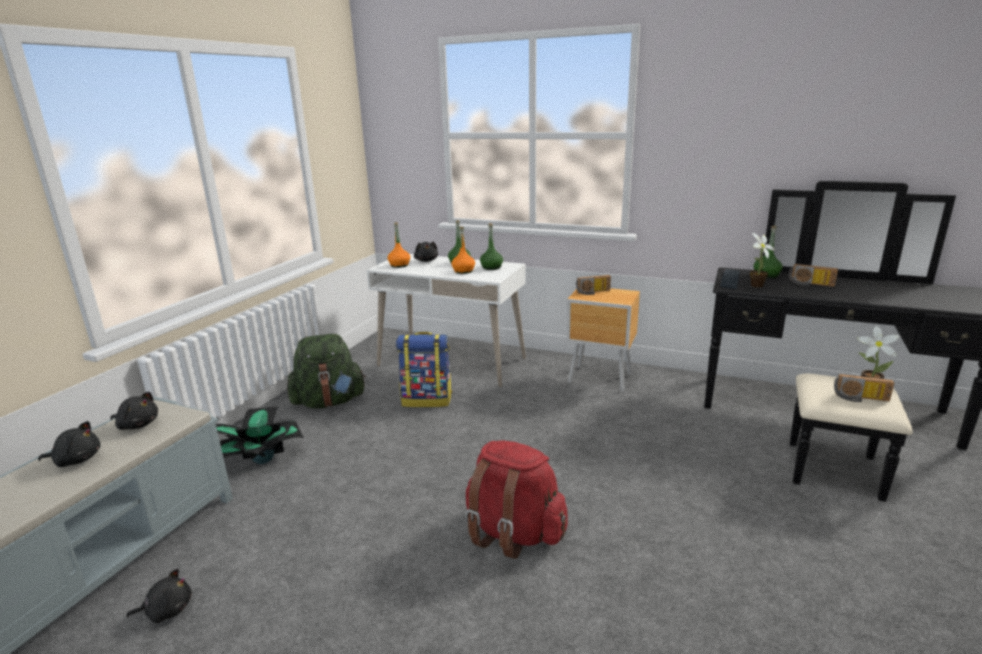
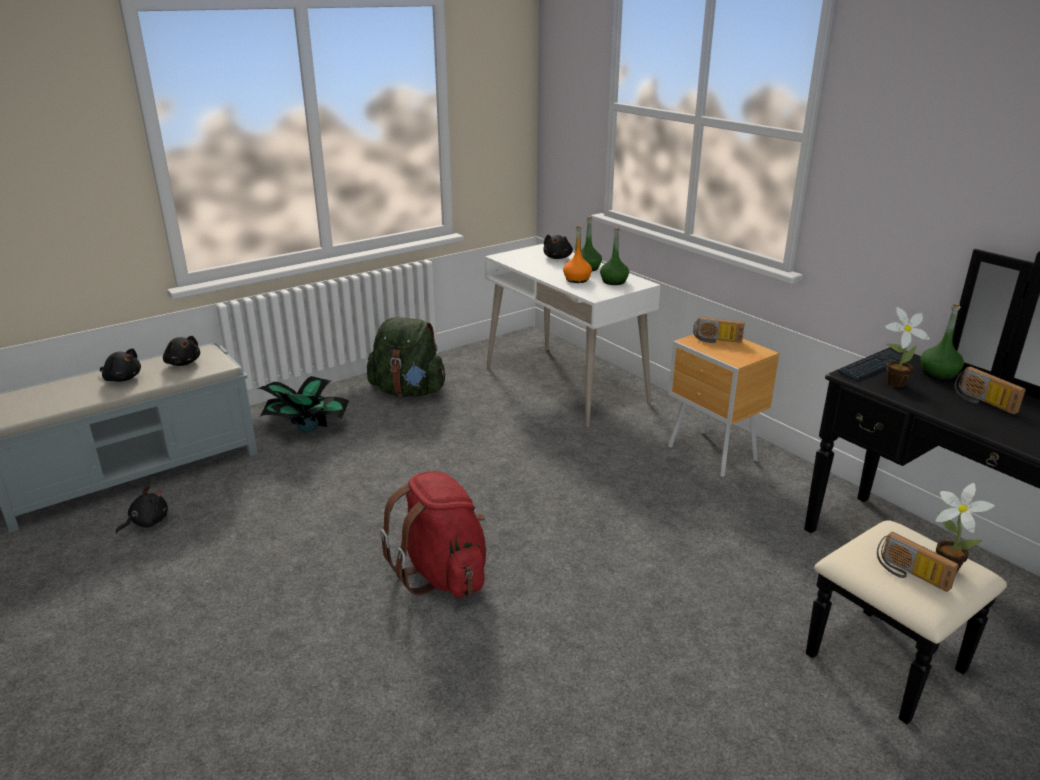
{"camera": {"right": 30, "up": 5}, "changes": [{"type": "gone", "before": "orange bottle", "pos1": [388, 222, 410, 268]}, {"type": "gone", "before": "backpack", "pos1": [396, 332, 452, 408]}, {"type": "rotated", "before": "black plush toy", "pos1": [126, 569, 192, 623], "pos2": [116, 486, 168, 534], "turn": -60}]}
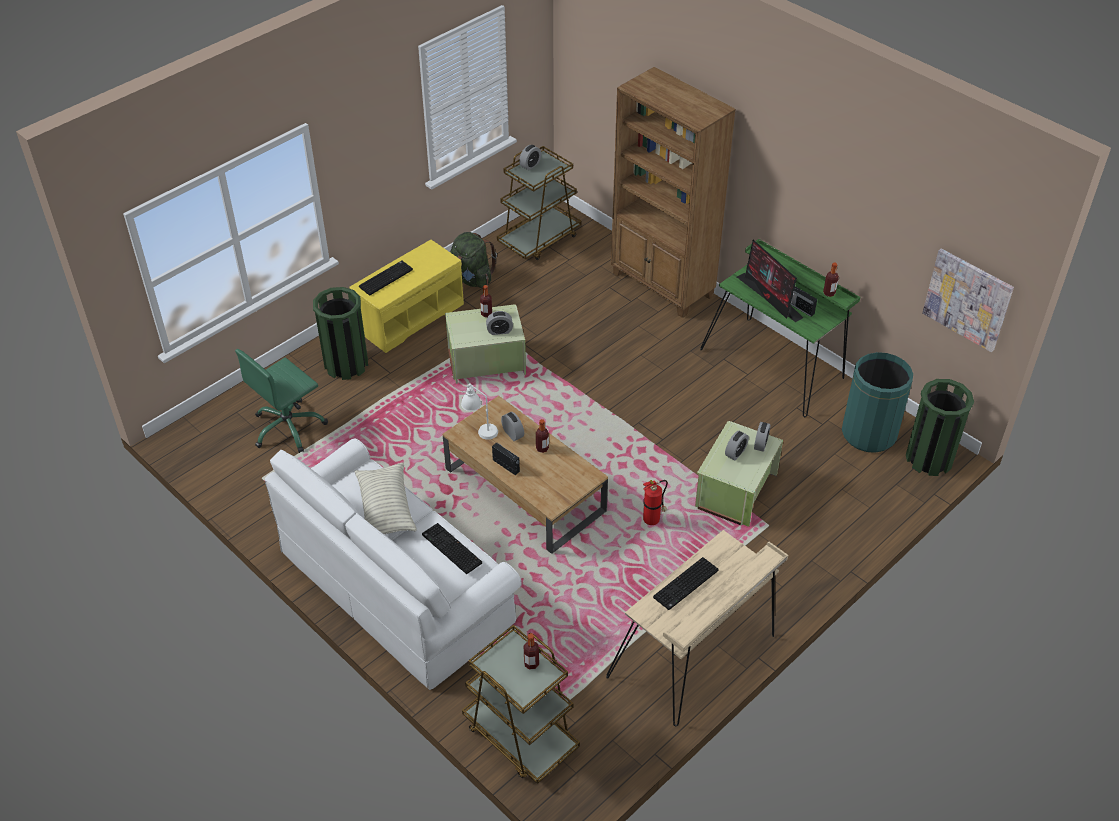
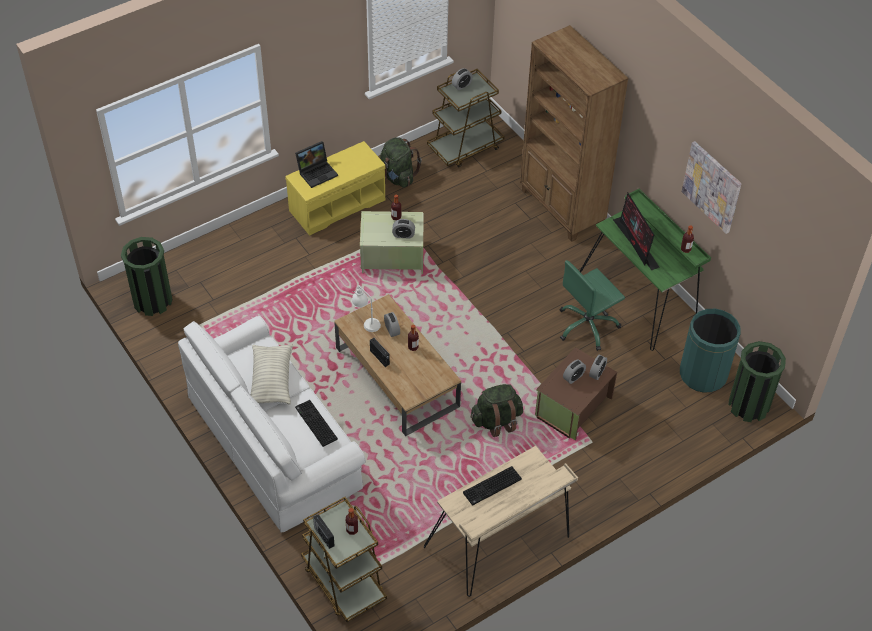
{"camera": {"right": 10, "up": 5}, "changes": [{"type": "shifted", "before": "picture", "pos1": [922, 249, 1014, 352], "pos2": [682, 141, 742, 234]}, {"type": "swapped", "before": "keyboard", "after": "laptop", "pos1": [359, 261, 413, 296], "pos2": [295, 141, 338, 188]}, {"type": "shifted", "before": "radio", "pos1": [790, 286, 817, 317], "pos2": [313, 514, 335, 549]}, {"type": "shifted", "before": "green trash can", "pos1": [313, 287, 368, 380], "pos2": [121, 237, 172, 316]}, {"type": "shifted", "before": "green office chair", "pos1": [235, 349, 328, 453], "pos2": [559, 260, 625, 351]}, {"type": "repainted", "before": "green storage box", "after": "brown storage box", "pos1": [695, 421, 783, 527], "pos2": [535, 348, 617, 440]}, {"type": "swapped", "before": "fire extinguisher", "after": "green backpack", "pos1": [643, 480, 668, 525], "pos2": [470, 384, 523, 437]}]}
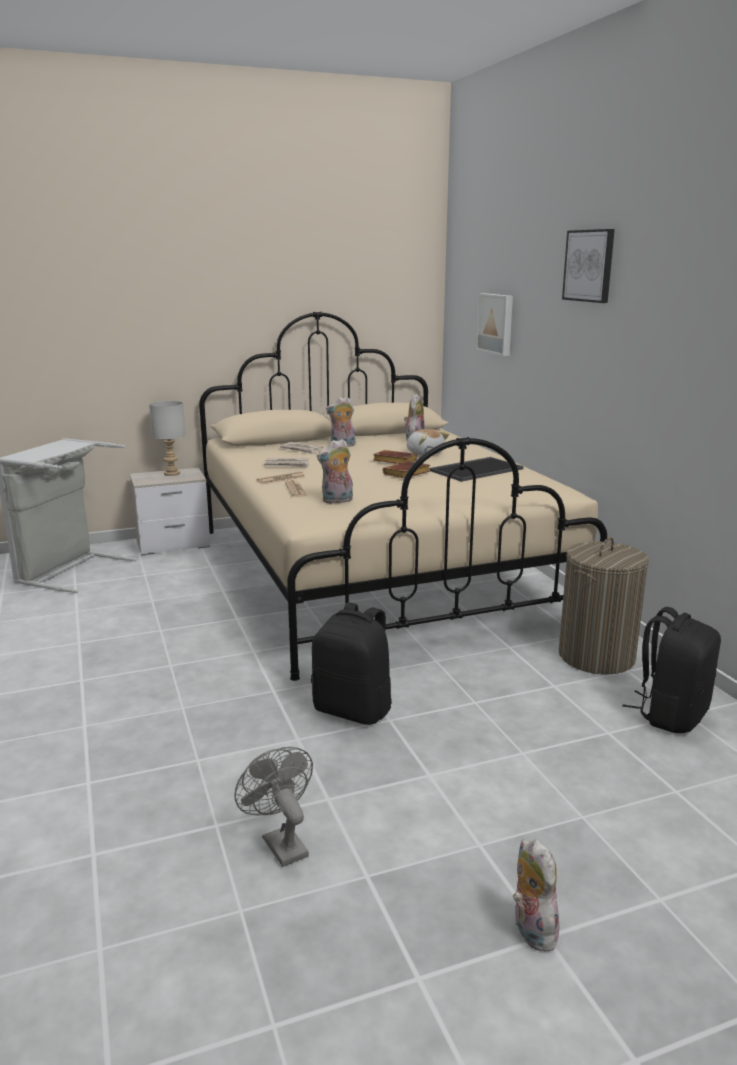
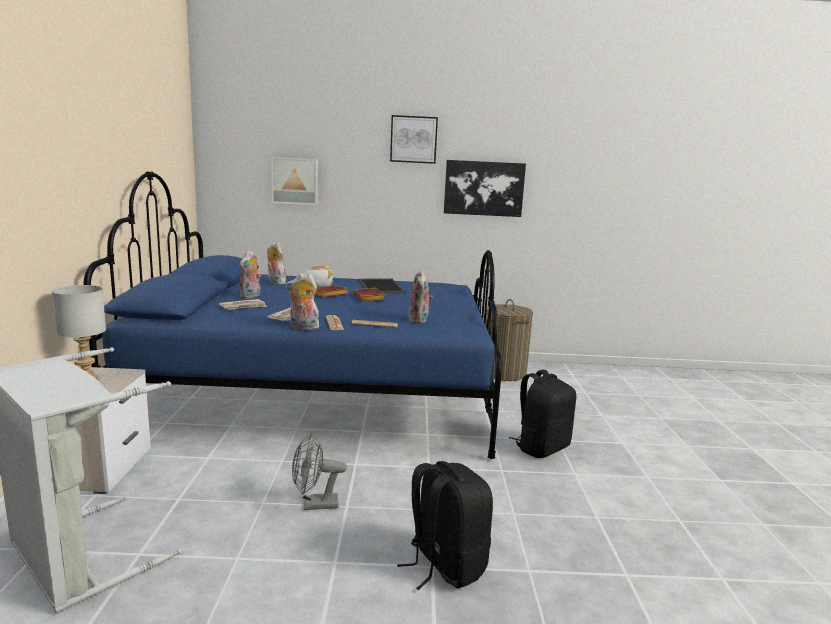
{"camera": {"right": -70, "up": -5}, "changes": [{"type": "repainted", "before": "beige bed", "after": "blue bed", "pos1": [199, 312, 607, 681], "pos2": [84, 171, 502, 459]}, {"type": "shifted", "before": "black backpack", "pos1": [622, 607, 721, 733], "pos2": [397, 461, 493, 590]}, {"type": "shifted", "before": "grey fan", "pos1": [234, 747, 313, 867], "pos2": [292, 433, 347, 510]}, {"type": "shifted", "before": "plush toy", "pos1": [513, 839, 562, 951], "pos2": [285, 273, 319, 330]}, {"type": "new", "after": "picture", "pos2": [444, 160, 526, 217]}]}
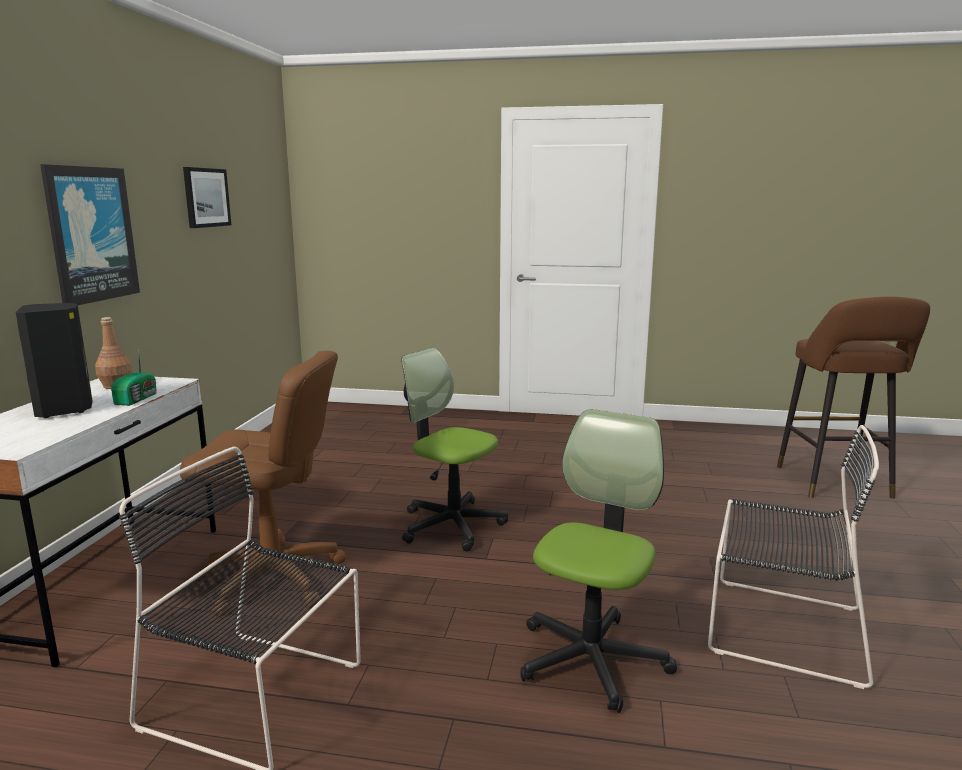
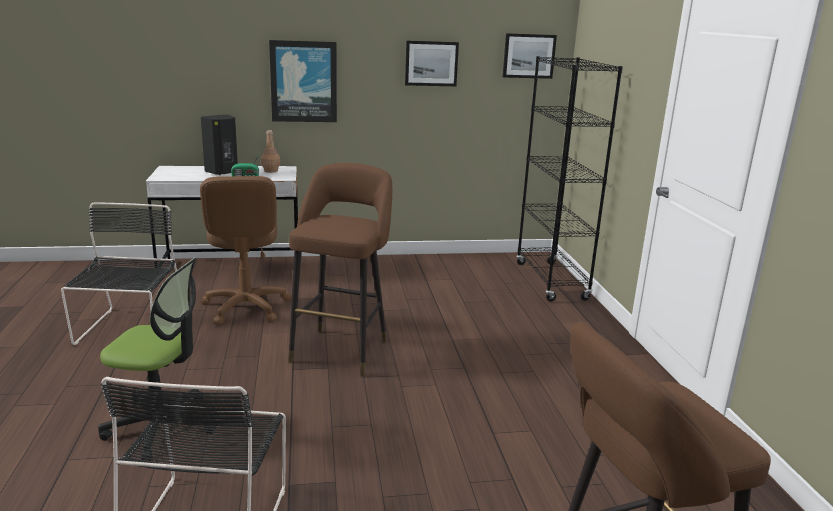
{"camera": {"right": 70, "up": 5}, "changes": [{"type": "swapped", "before": "office chair", "after": "brown stool", "pos1": [401, 348, 508, 551], "pos2": [288, 163, 392, 376]}, {"type": "new", "after": "picture", "pos2": [503, 33, 557, 79]}, {"type": "new", "after": "black bookcase", "pos2": [516, 56, 623, 302]}]}
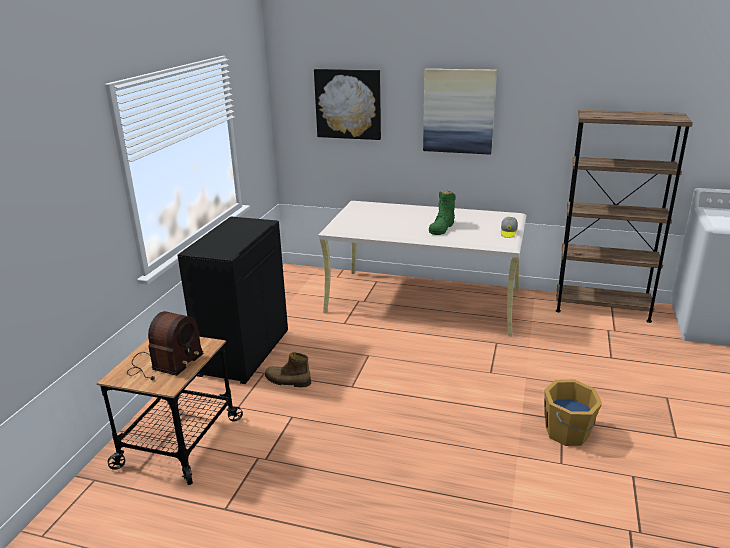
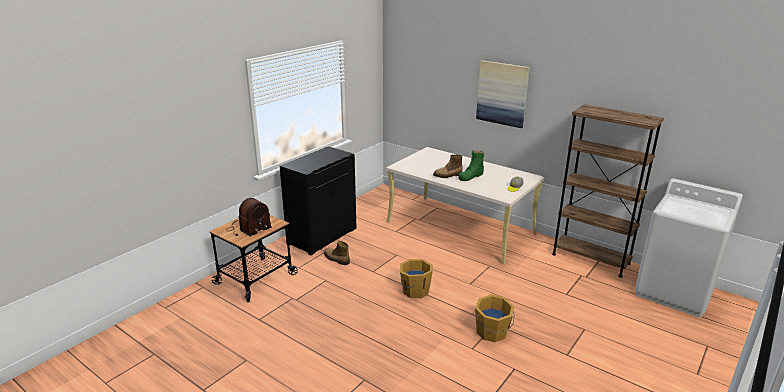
{"camera": {"right": 20, "up": 0}, "changes": [{"type": "gone", "before": "picture", "pos1": [314, 69, 381, 140]}, {"type": "new", "after": "boot", "pos2": [433, 155, 463, 178]}, {"type": "new", "after": "orange bucket", "pos2": [400, 259, 433, 298]}]}
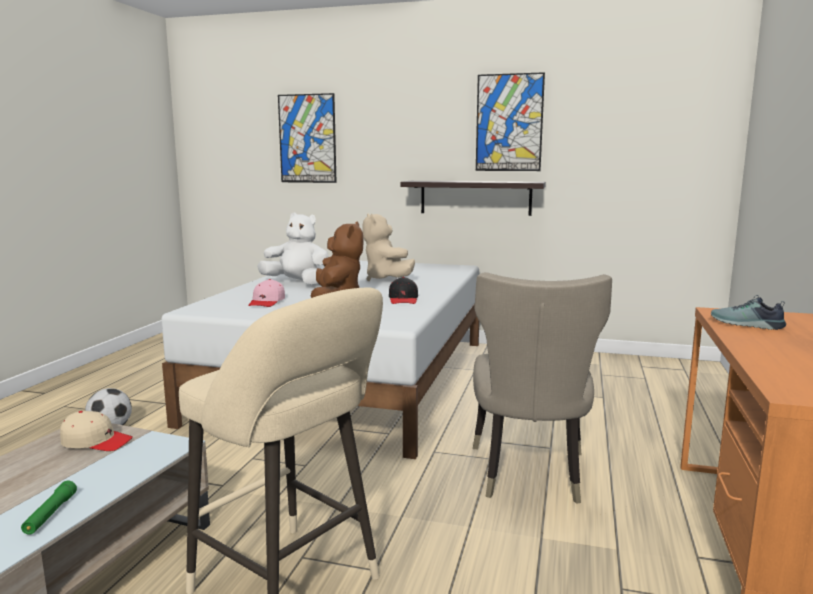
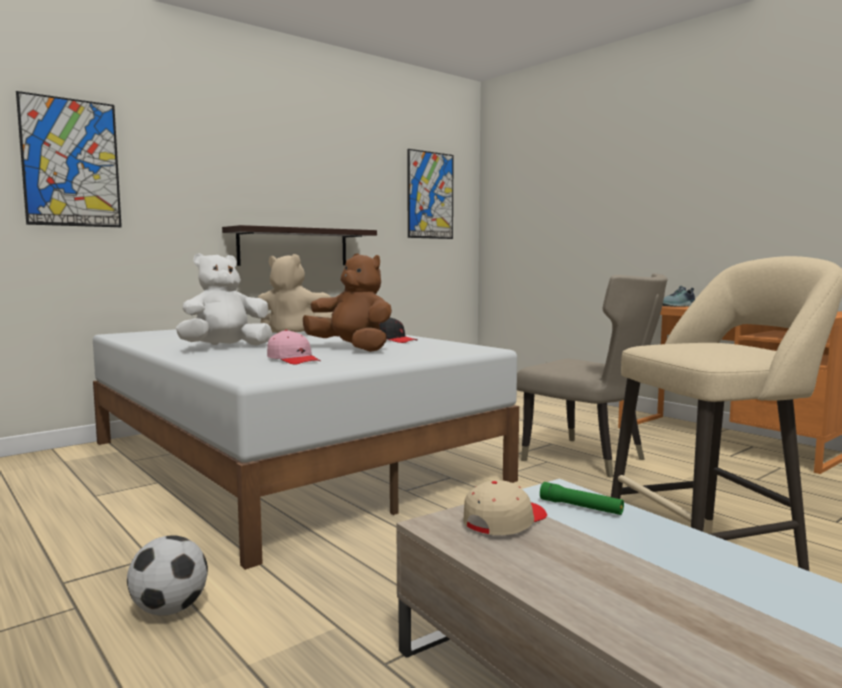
{"camera": {"right": -55, "up": -5}, "changes": [{"type": "shifted", "before": "picture", "pos1": [476, 72, 545, 171], "pos2": [407, 149, 454, 239]}, {"type": "shifted", "before": "green flashlight", "pos1": [21, 481, 77, 535], "pos2": [540, 482, 624, 515]}]}
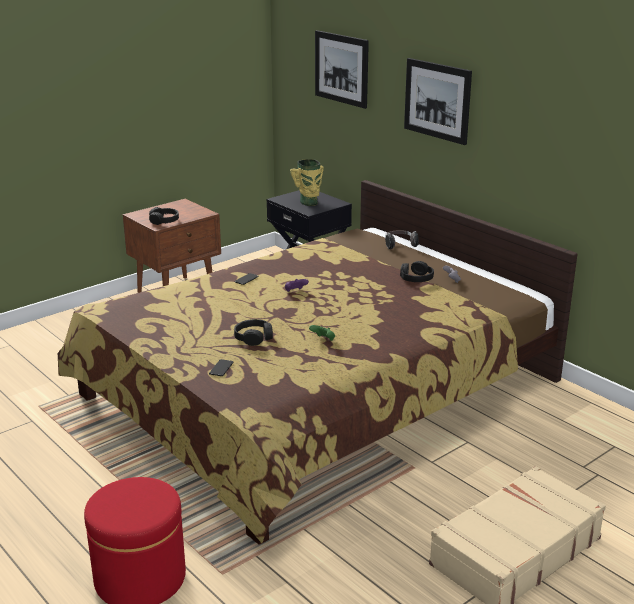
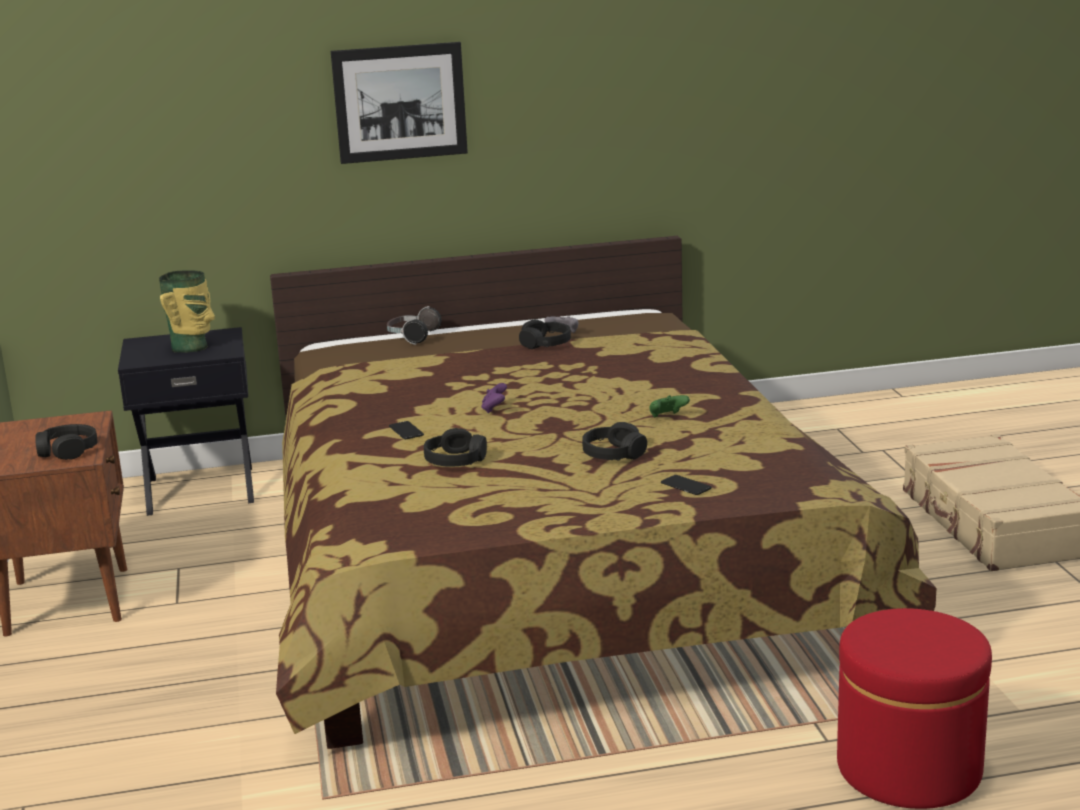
{"camera": {"right": -60, "up": -5}, "changes": [{"type": "gone", "before": "picture", "pos1": [315, 30, 369, 109]}, {"type": "new", "after": "black headphones", "pos2": [424, 428, 487, 467]}]}
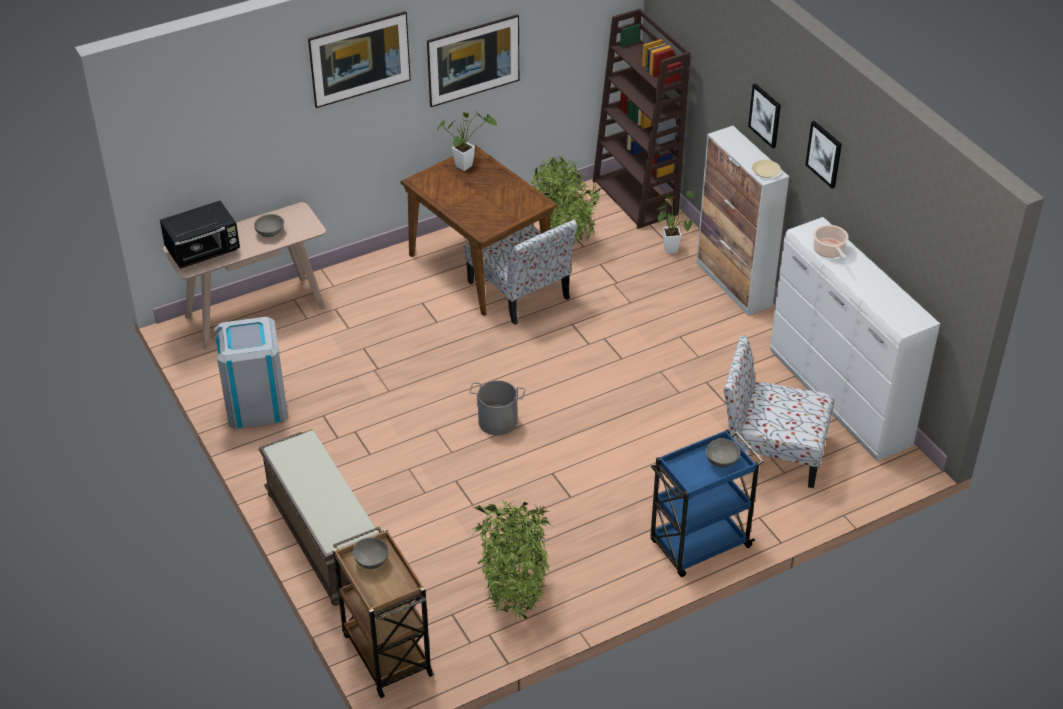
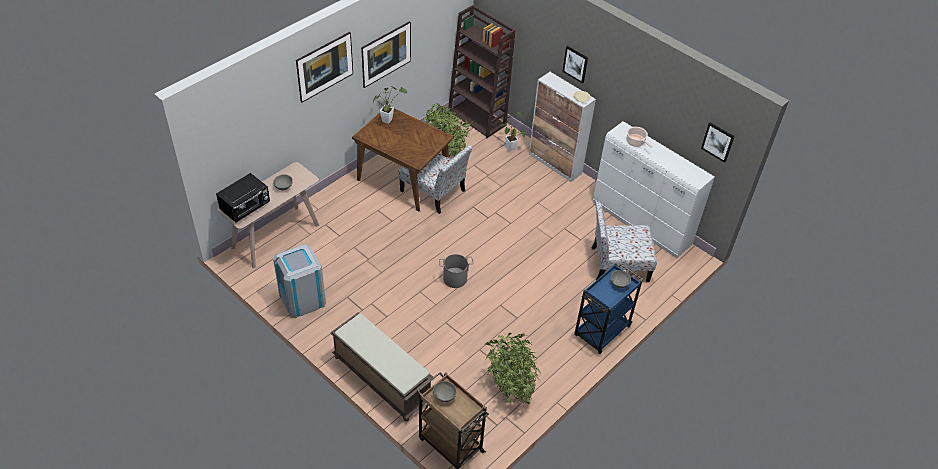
{"camera": {"right": -20, "up": 5}, "changes": [{"type": "shifted", "before": "picture", "pos1": [805, 121, 842, 188], "pos2": [701, 123, 735, 163]}]}
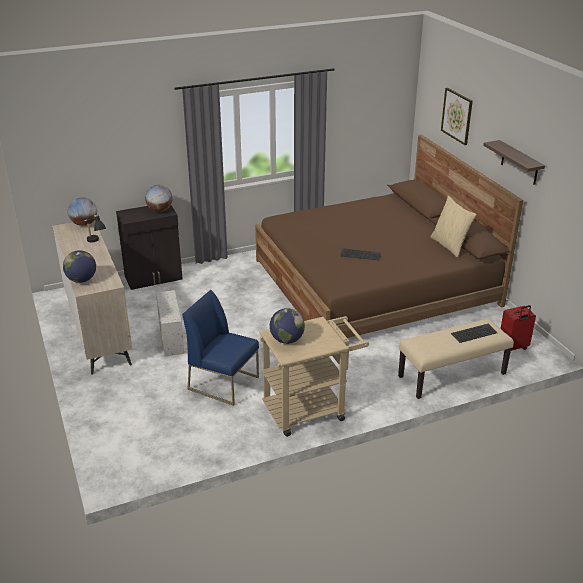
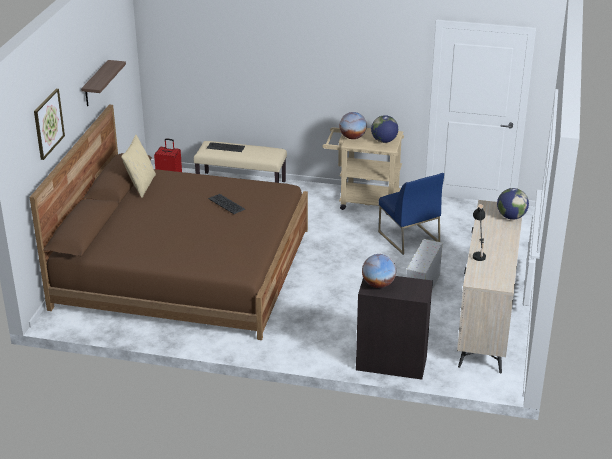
{"camera": {"right": -145, "up": 0}, "changes": [{"type": "shifted", "before": "globe", "pos1": [68, 197, 97, 226], "pos2": [339, 112, 367, 139]}]}
